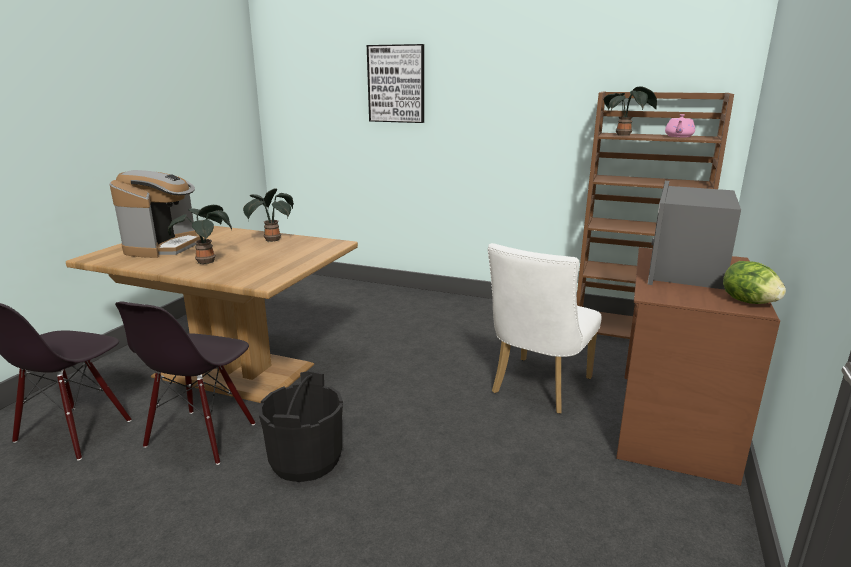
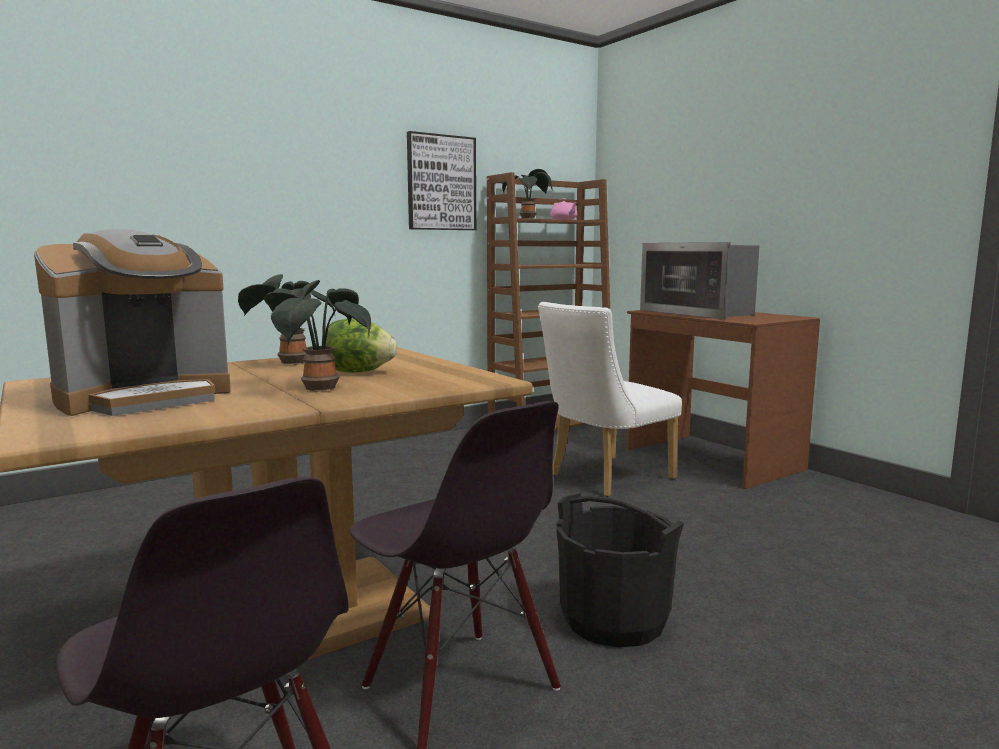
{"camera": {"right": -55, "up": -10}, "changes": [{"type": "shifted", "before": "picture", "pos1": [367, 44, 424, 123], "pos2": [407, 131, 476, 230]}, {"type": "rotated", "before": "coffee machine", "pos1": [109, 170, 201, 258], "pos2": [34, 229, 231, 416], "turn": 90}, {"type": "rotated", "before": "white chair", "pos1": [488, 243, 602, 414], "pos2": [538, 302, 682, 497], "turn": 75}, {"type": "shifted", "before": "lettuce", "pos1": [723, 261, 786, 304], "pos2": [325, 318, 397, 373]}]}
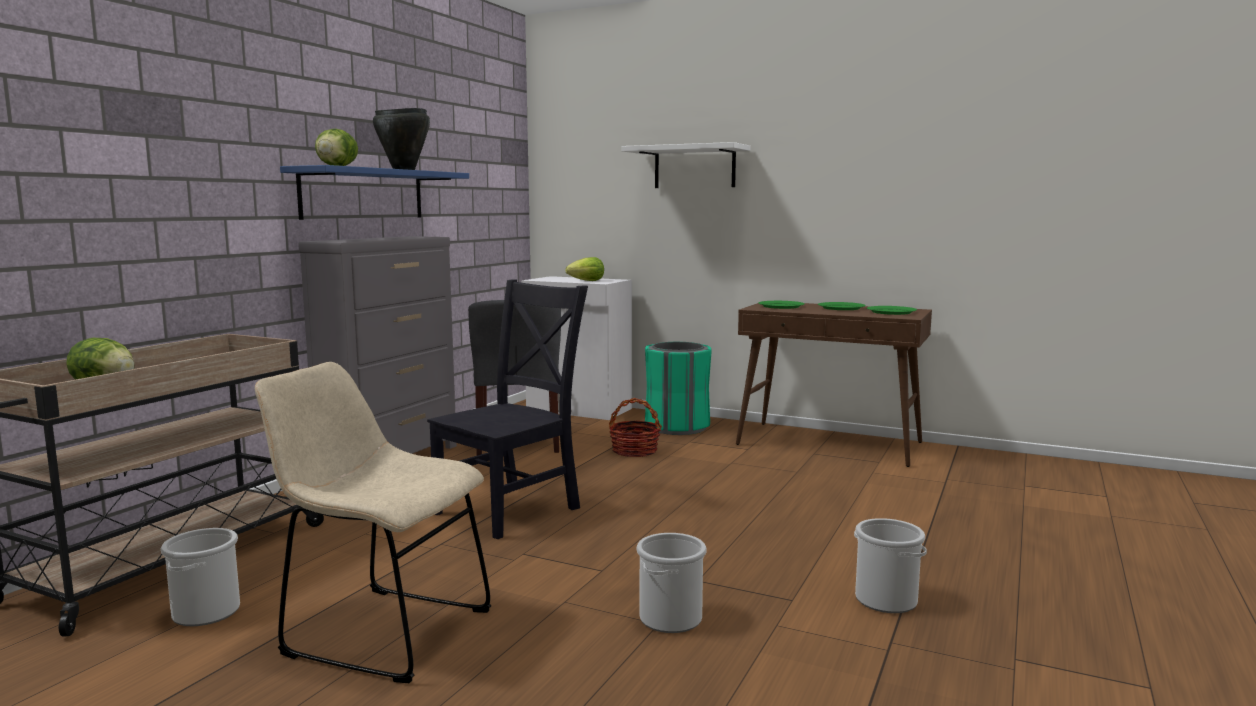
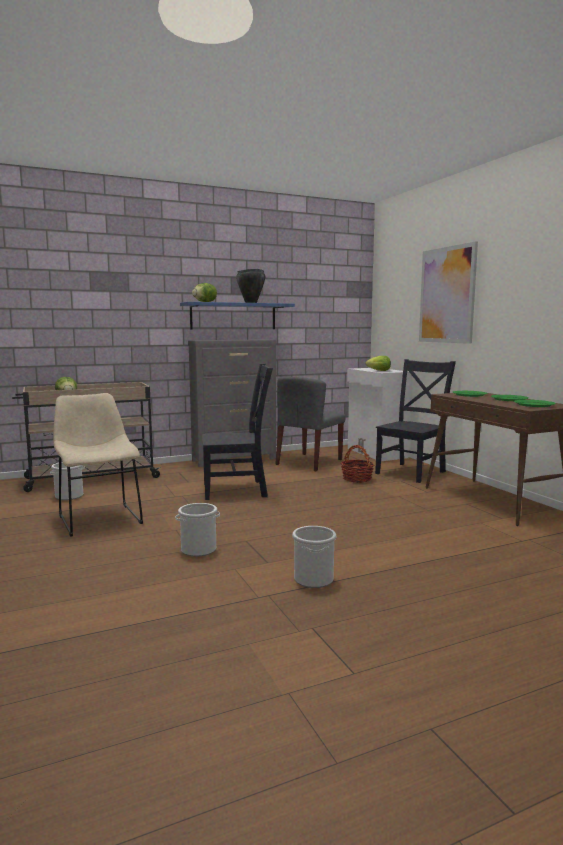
{"camera": {"right": 40, "up": 0}, "changes": [{"type": "swapped", "before": "white shelf", "after": "picture", "pos1": [621, 142, 751, 188], "pos2": [419, 241, 478, 344]}, {"type": "swapped", "before": "green trash can", "after": "black chair", "pos1": [645, 342, 712, 435], "pos2": [375, 359, 456, 483]}]}
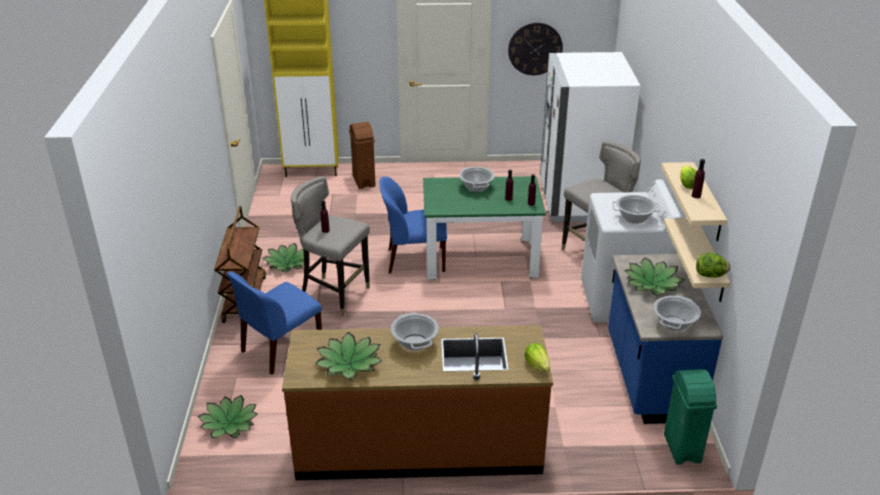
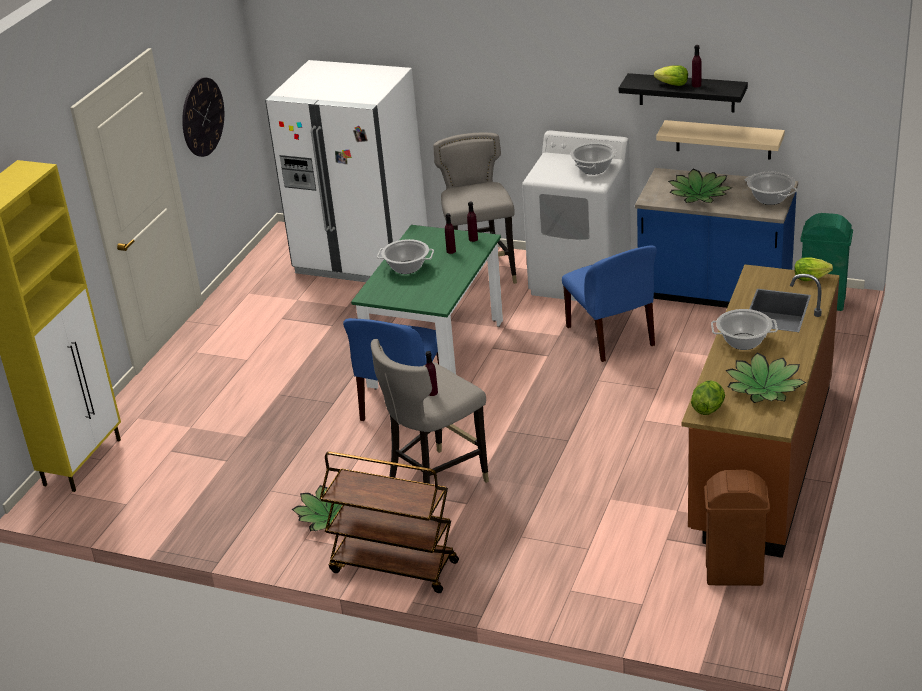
{"camera": {"right": -65, "up": 0}, "changes": [{"type": "shifted", "before": "brown trash can", "pos1": [349, 122, 375, 189], "pos2": [704, 470, 770, 586]}, {"type": "repainted", "before": "beige shelf", "after": "black shelf", "pos1": [661, 162, 727, 241], "pos2": [619, 73, 748, 112]}, {"type": "shifted", "before": "lettuce", "pos1": [696, 253, 730, 278], "pos2": [691, 380, 725, 415]}, {"type": "shifted", "before": "blue chair", "pos1": [226, 271, 322, 375], "pos2": [562, 245, 657, 362]}, {"type": "gone", "before": "potted plant", "pos1": [197, 395, 257, 439]}]}
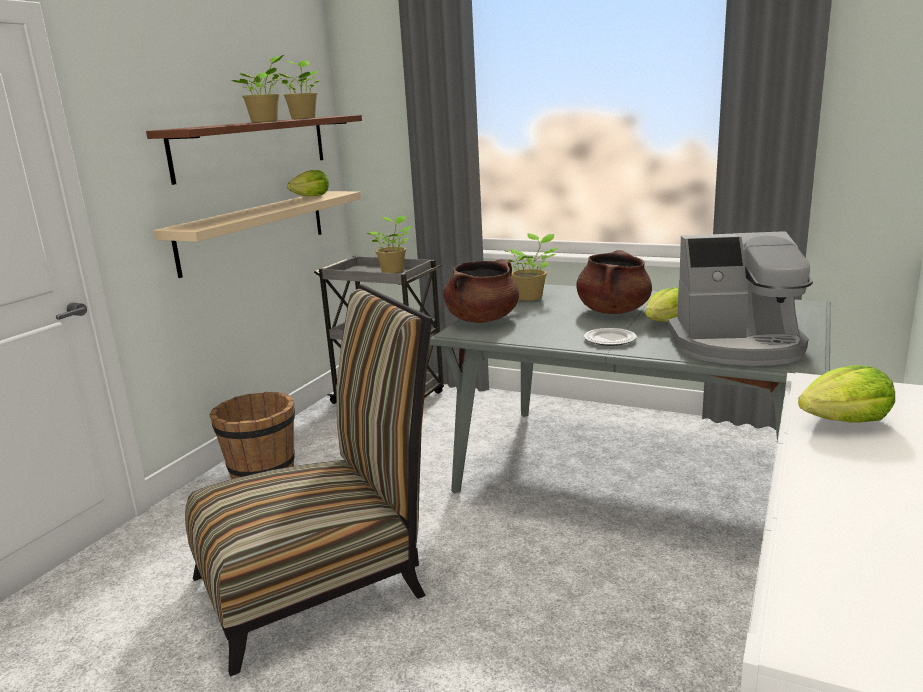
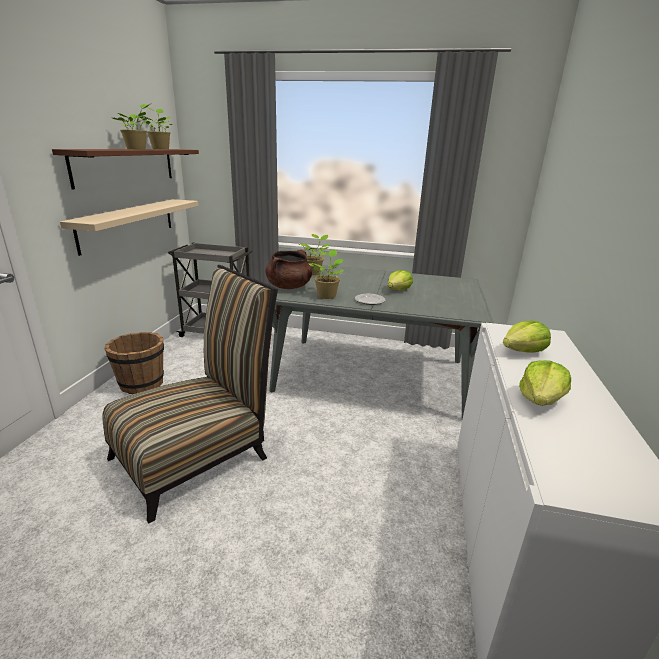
{"camera": {"right": -15, "up": 5}, "changes": [{"type": "shifted", "before": "lettuce", "pos1": [287, 170, 329, 196], "pos2": [519, 361, 571, 406]}, {"type": "shifted", "before": "potted plant", "pos1": [367, 215, 412, 273], "pos2": [309, 249, 344, 299]}, {"type": "gone", "before": "coffee machine", "pos1": [668, 231, 813, 366]}, {"type": "gone", "before": "brown cooking pot", "pos1": [576, 250, 652, 314]}]}
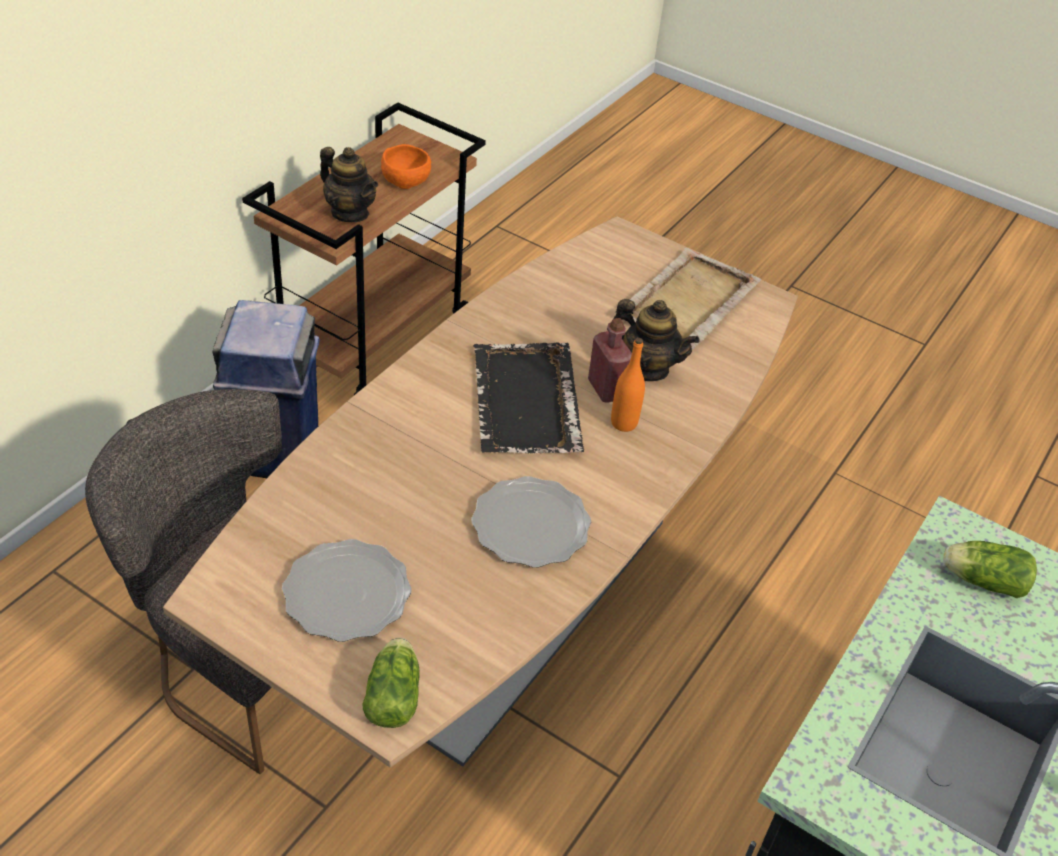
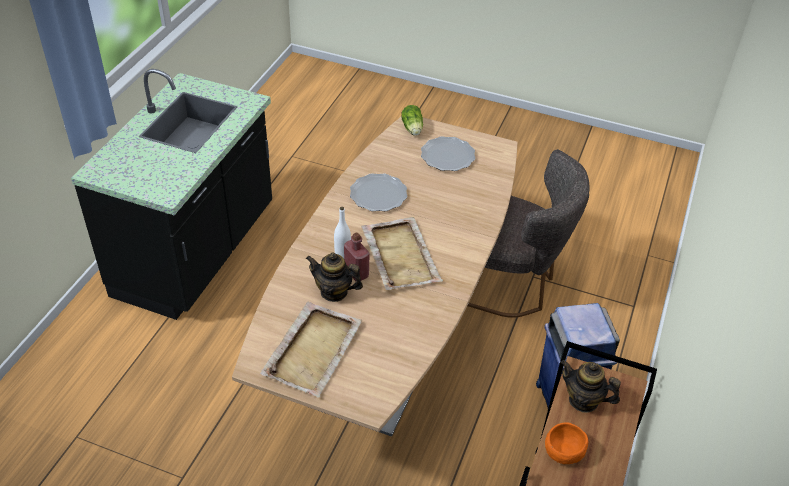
{"camera": {"right": 170, "up": 0}, "changes": [{"type": "repainted", "before": "orange bottle", "after": "white bottle", "pos1": [611, 338, 645, 432], "pos2": [334, 207, 351, 258]}, {"type": "repainted", "before": "black tray", "after": "beige tray", "pos1": [473, 342, 584, 453], "pos2": [361, 217, 443, 290]}, {"type": "gone", "before": "lettuce", "pos1": [943, 541, 1037, 598]}]}
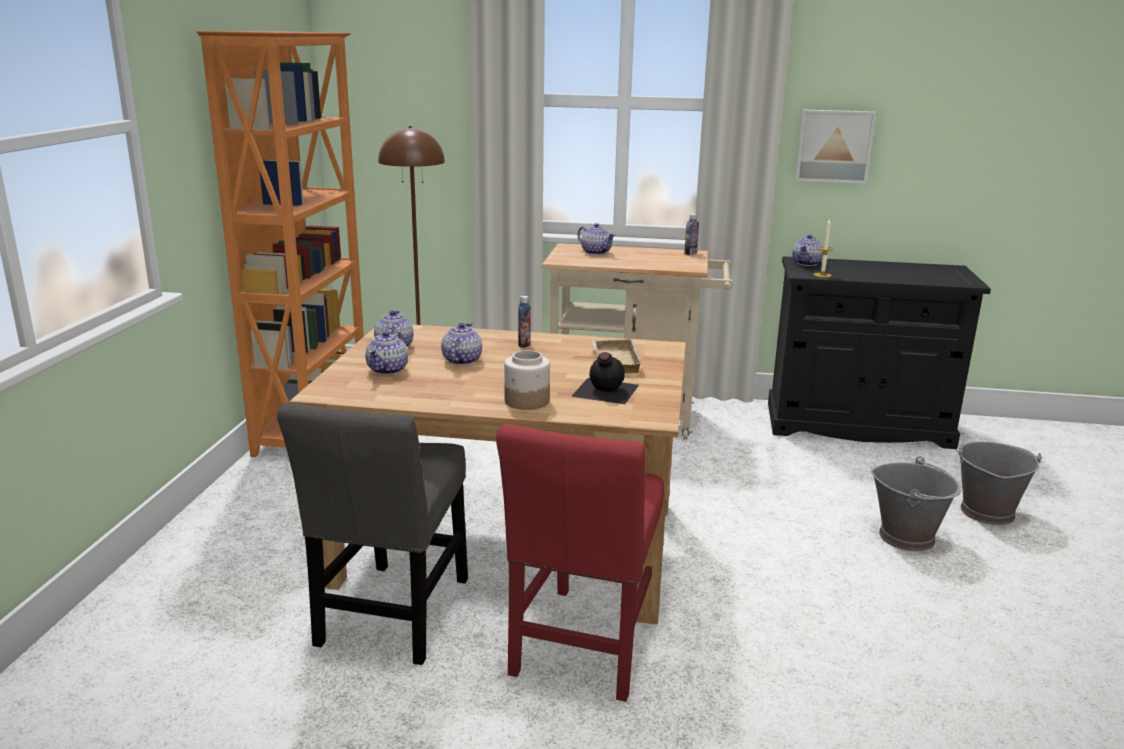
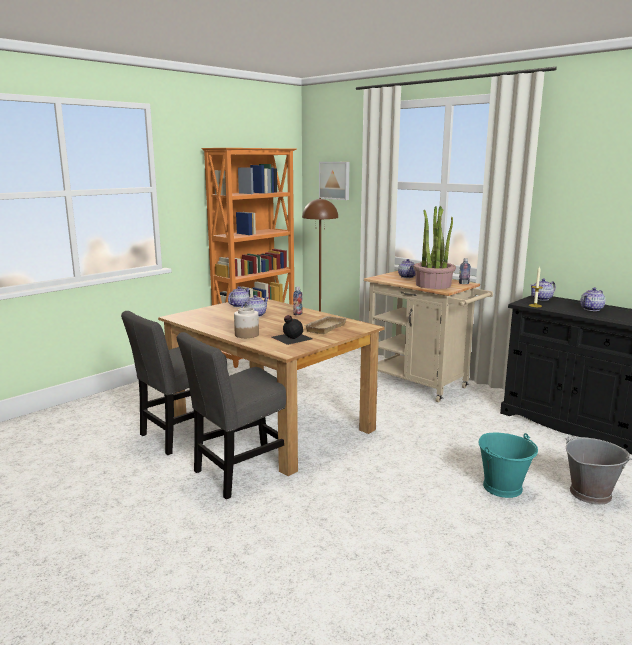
{"camera": {"right": 35, "up": -5}, "changes": [{"type": "shifted", "before": "picture", "pos1": [795, 110, 876, 184], "pos2": [319, 162, 350, 200]}, {"type": "shifted", "before": "teapot", "pos1": [365, 331, 408, 375], "pos2": [580, 288, 606, 311]}, {"type": "repainted", "before": "red chair", "after": "grey chair", "pos1": [496, 424, 664, 702], "pos2": [177, 332, 286, 499]}, {"type": "repainted", "before": "grey bucket", "after": "turquoise bucket", "pos1": [871, 456, 961, 551], "pos2": [479, 433, 538, 498]}, {"type": "new", "after": "potted plant", "pos2": [413, 206, 456, 289]}]}
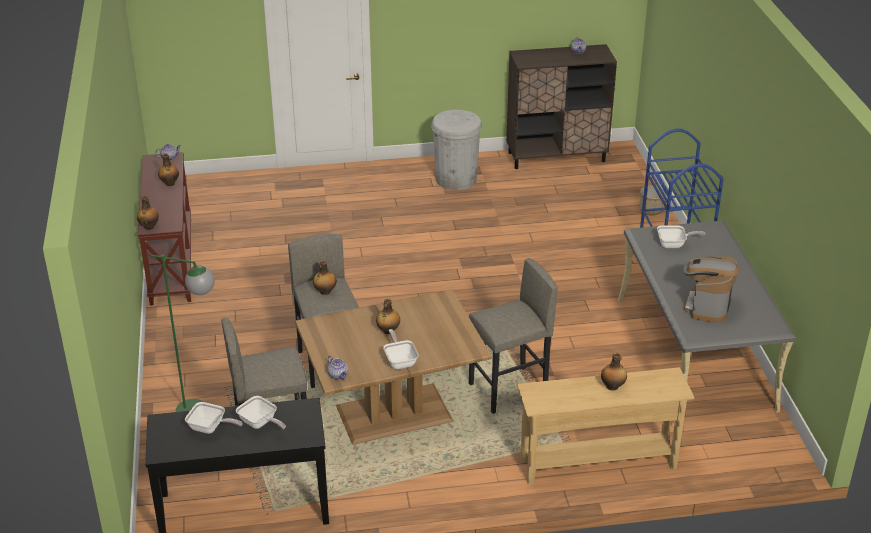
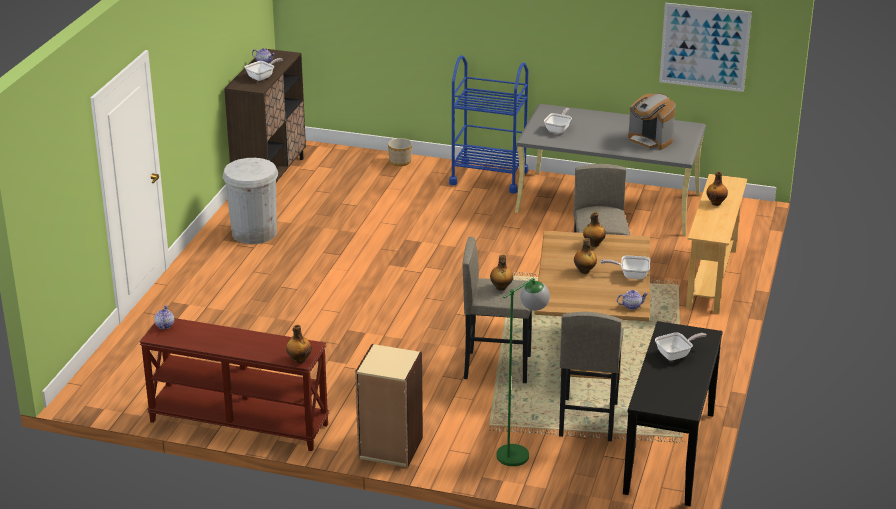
{"camera": {"right": -65, "up": -5}, "changes": [{"type": "shifted", "before": "bottle", "pos1": [158, 154, 179, 186], "pos2": [583, 212, 606, 247]}, {"type": "shifted", "before": "frying pan", "pos1": [185, 402, 243, 434], "pos2": [245, 58, 283, 81]}, {"type": "new", "after": "picture", "pos2": [659, 3, 752, 92]}, {"type": "new", "after": "beige bookcase", "pos2": [355, 344, 423, 468]}]}
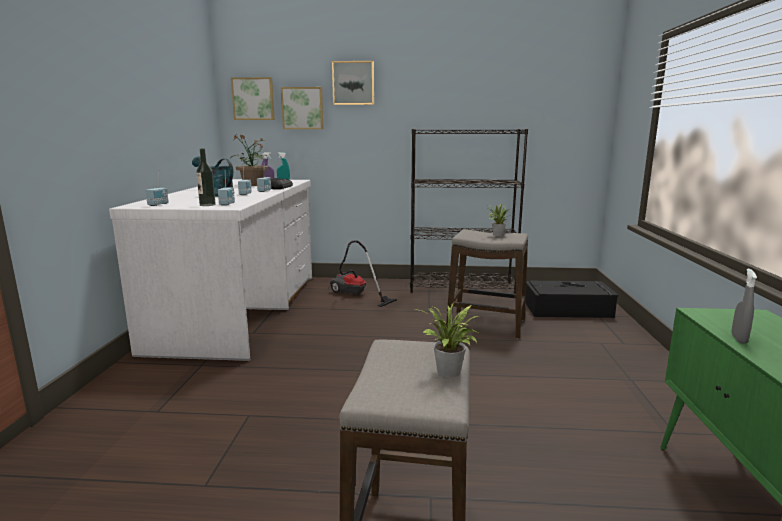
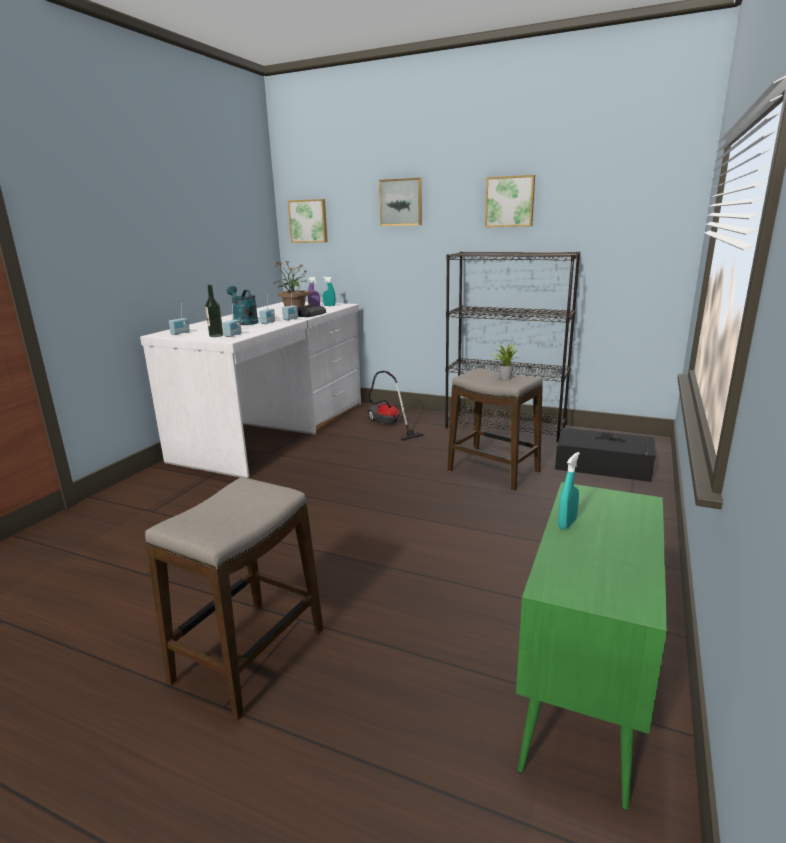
{"camera": {"right": 20, "up": 5}, "changes": [{"type": "shifted", "before": "picture", "pos1": [281, 87, 323, 129], "pos2": [485, 175, 535, 227]}, {"type": "repainted", "before": "grey spray bottle", "after": "turquoise spray bottle", "pos1": [731, 269, 757, 344], "pos2": [558, 452, 580, 529]}, {"type": "gone", "before": "potted plant", "pos1": [413, 302, 478, 377]}]}
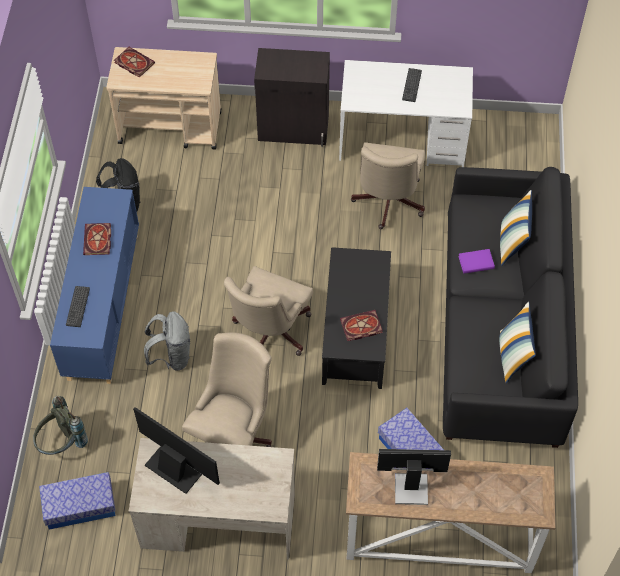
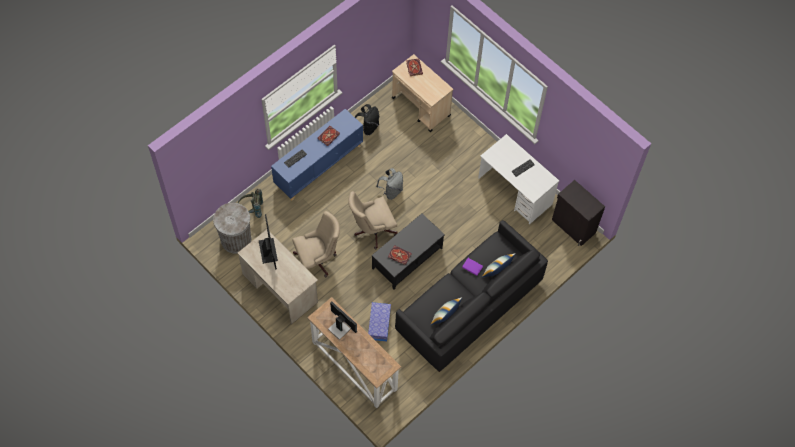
{"camera": {"right": 40, "up": 5}, "changes": [{"type": "shifted", "before": "black cabinet", "pos1": [254, 48, 330, 147], "pos2": [552, 180, 605, 246]}, {"type": "gone", "before": "beige office chair", "pos1": [351, 142, 425, 229]}, {"type": "shifted", "before": "grey backpack", "pos1": [144, 311, 190, 371], "pos2": [376, 168, 403, 200]}, {"type": "swapped", "before": "storage box", "after": "grey trash can", "pos1": [39, 472, 115, 530], "pos2": [213, 203, 251, 253]}]}
